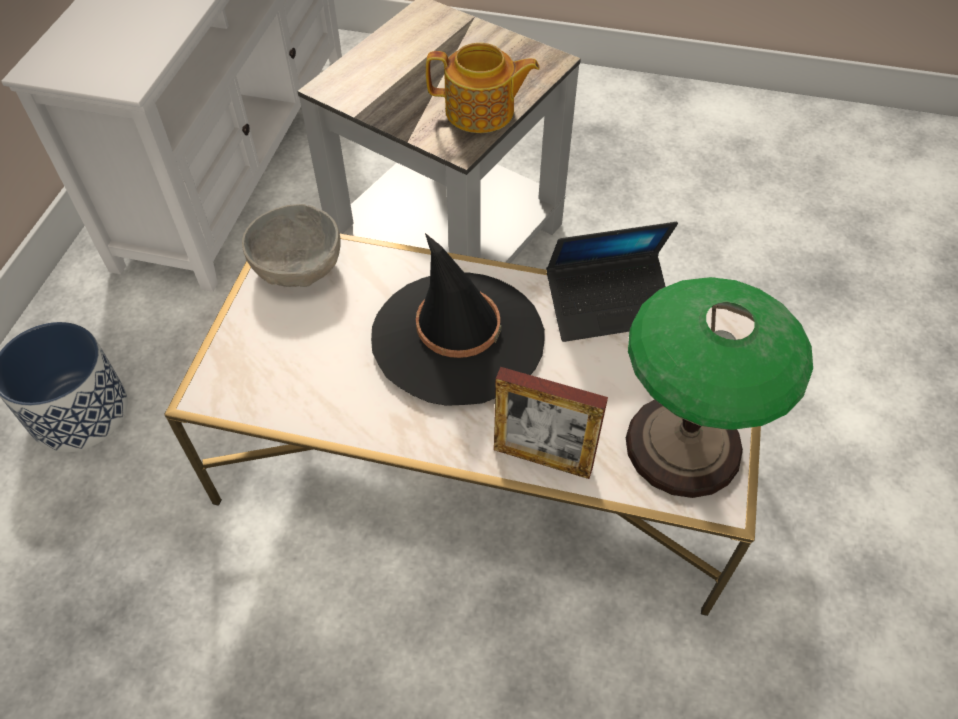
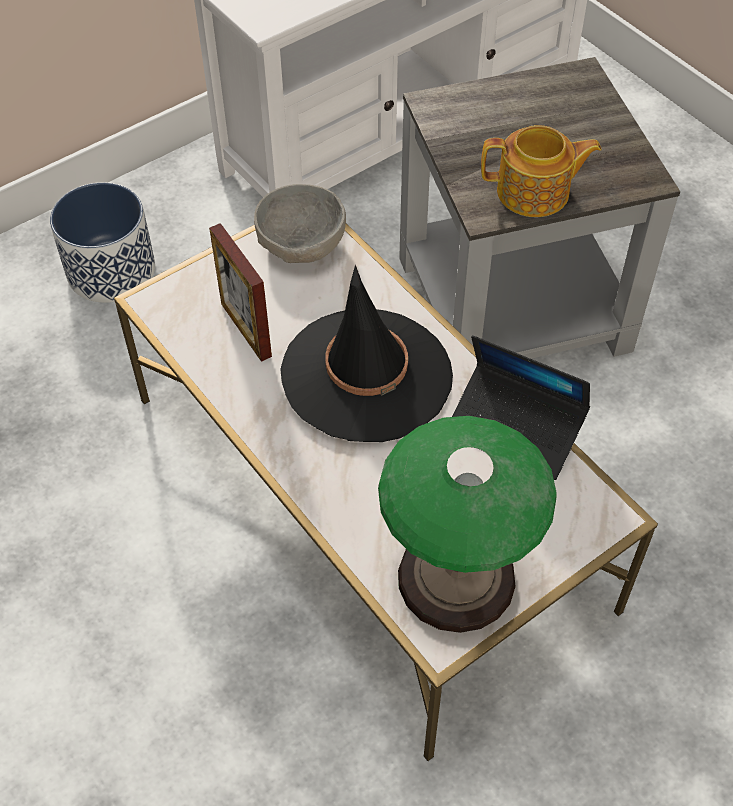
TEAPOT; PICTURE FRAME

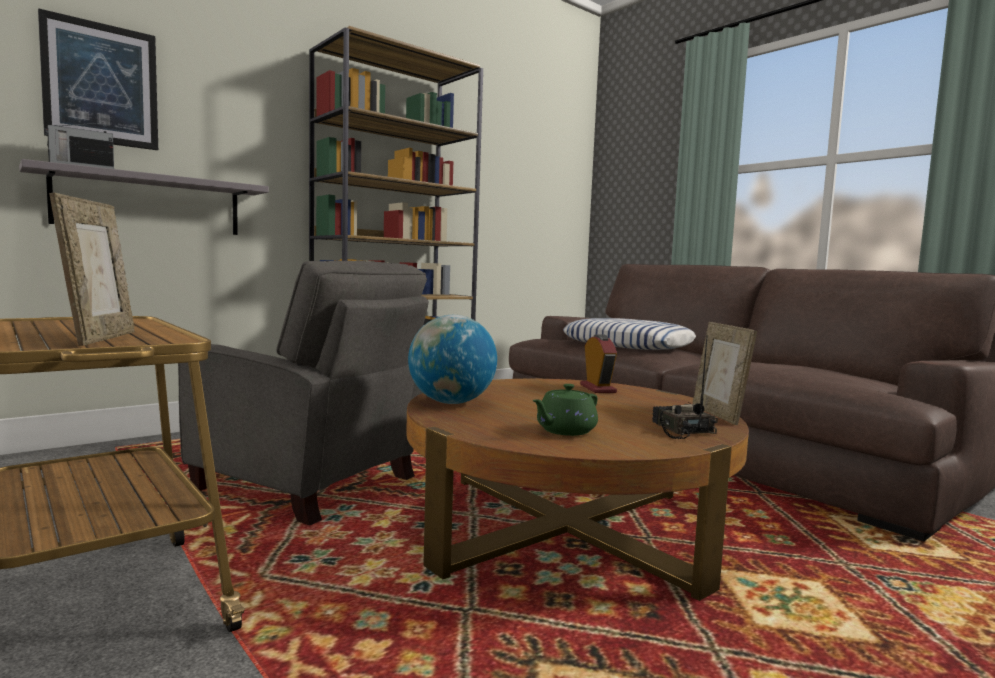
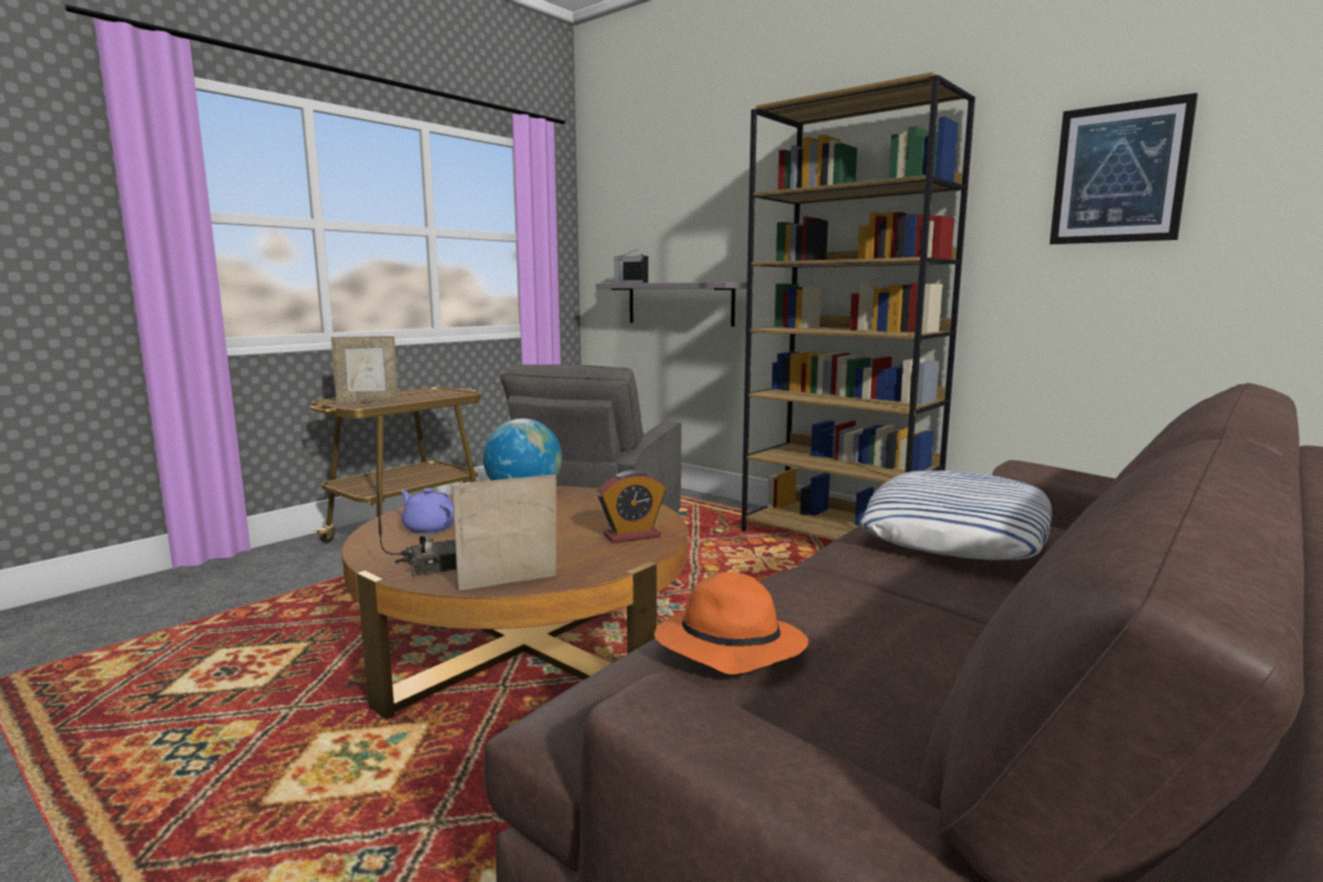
PICTURE; PURPLE TEAPOT; ORANGE HAT

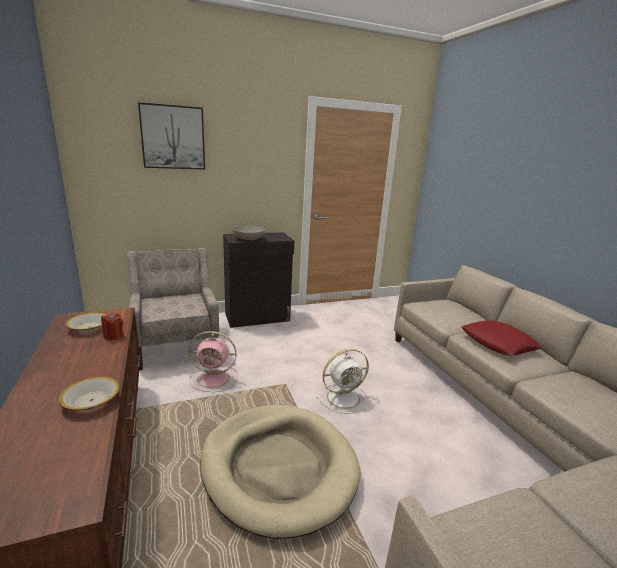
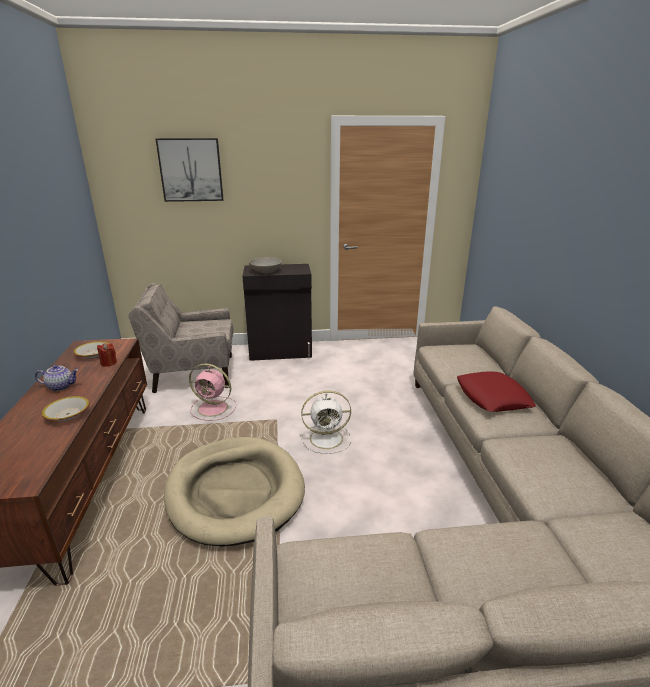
BEIGE ARMCHAIR; TEAPOT

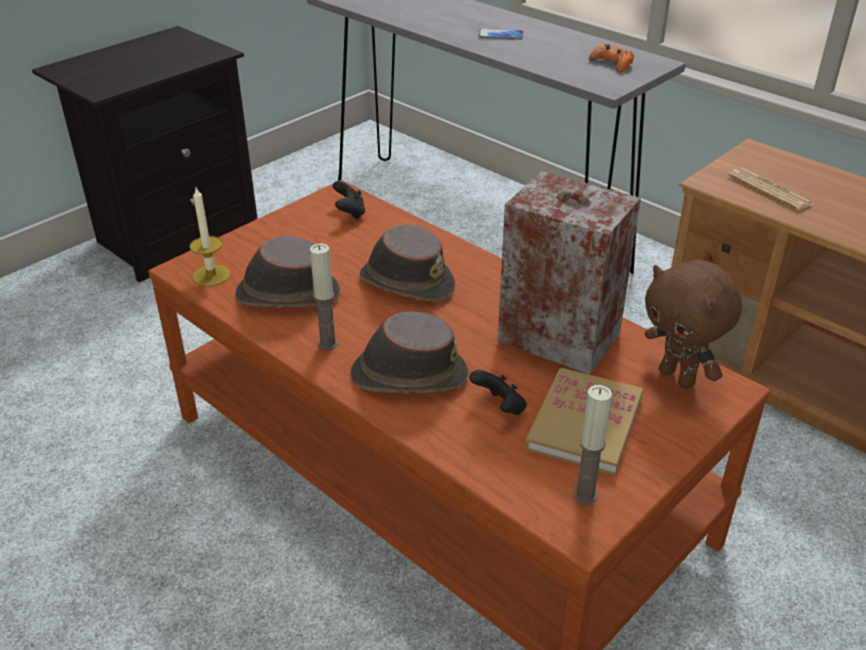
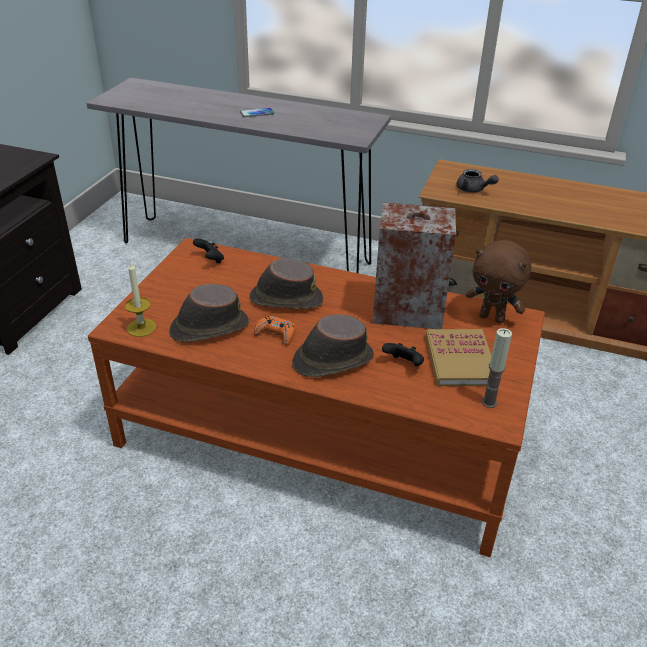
CANDLE (2nd from left in the first image); ORANGE GAME CONTROLLER; GREY TEAPOT

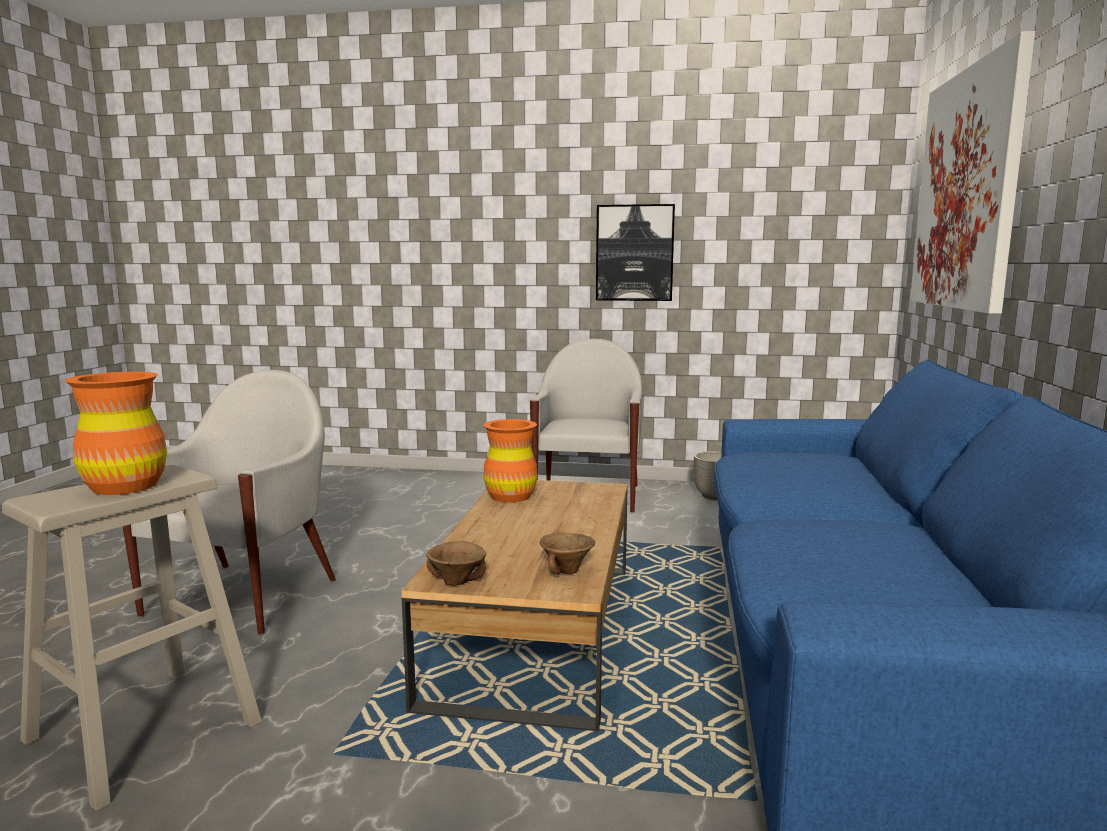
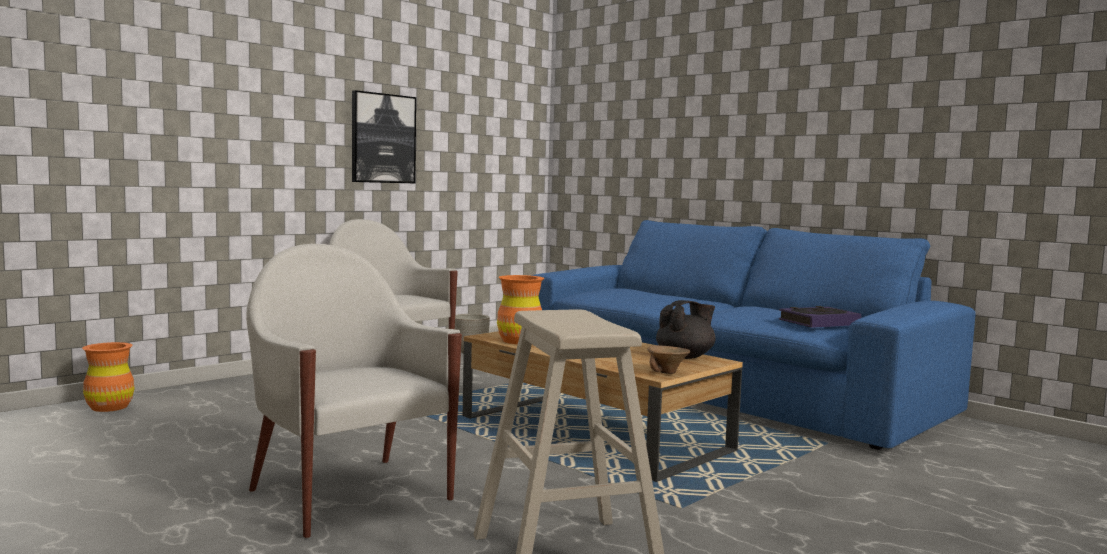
ORANGE VASE (1st from left); BLACK TEAPOT; PICTURE (2nd from left in the first image); BOOK

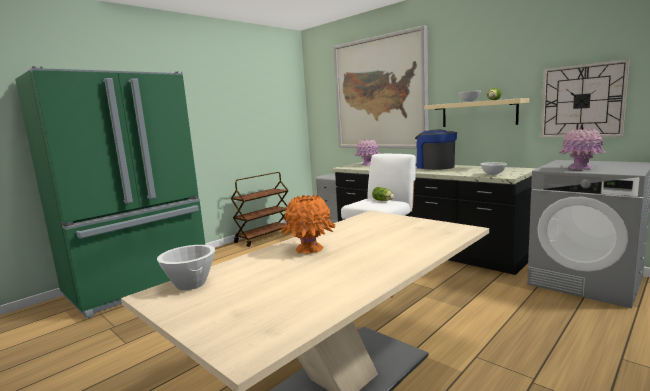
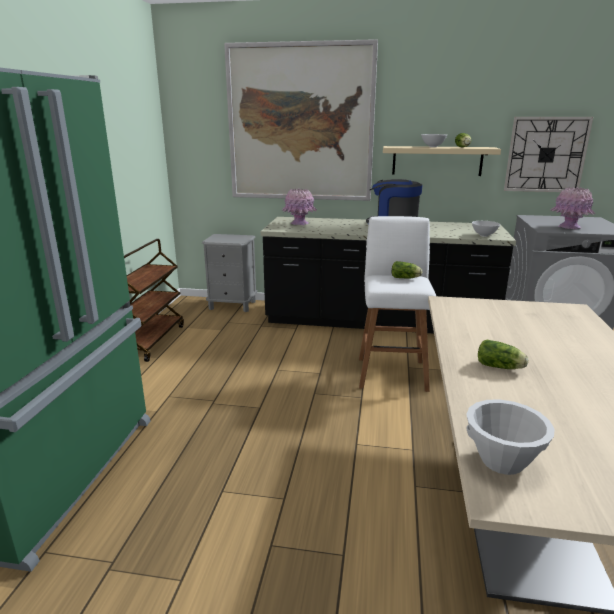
LETTUCE (3rd from left)

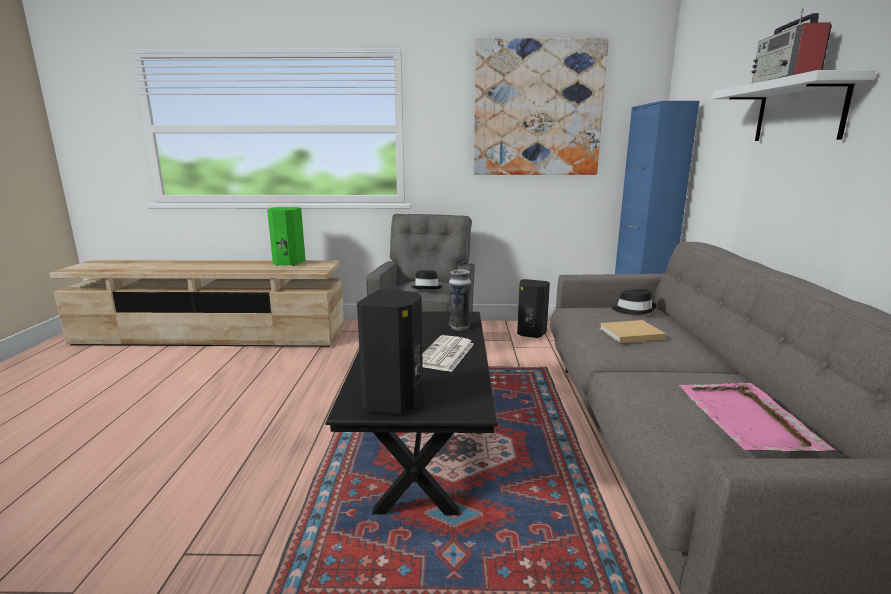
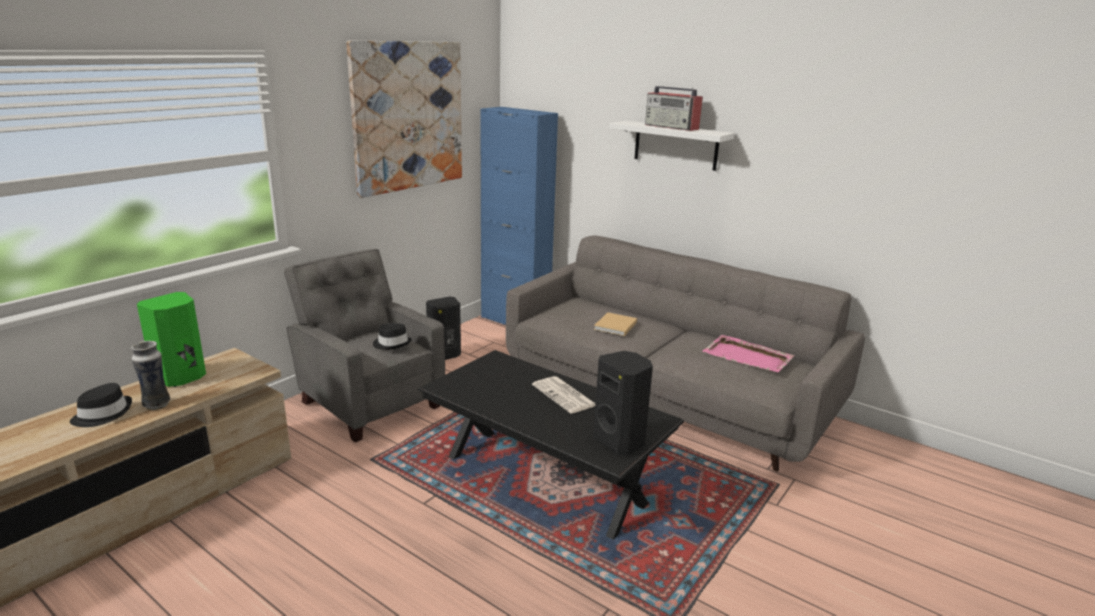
VASE; BLACK HAT (1st from left)

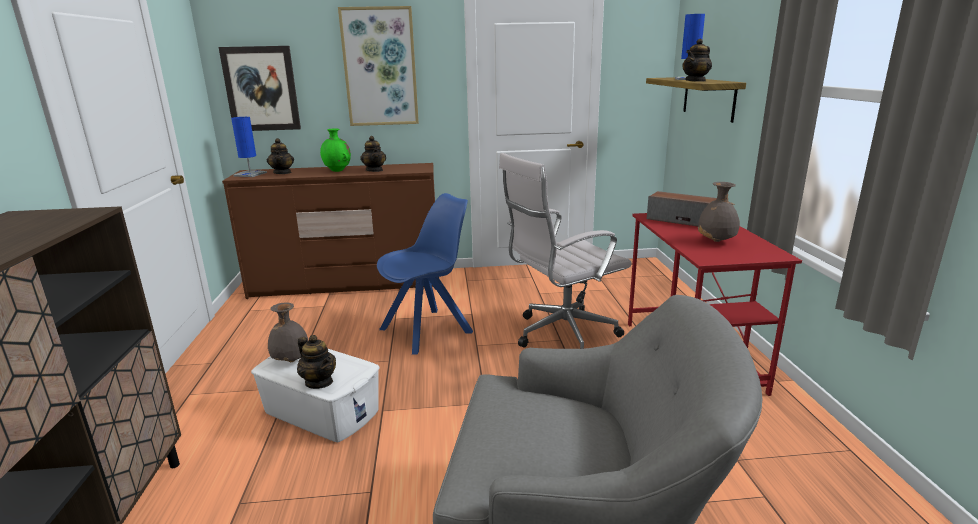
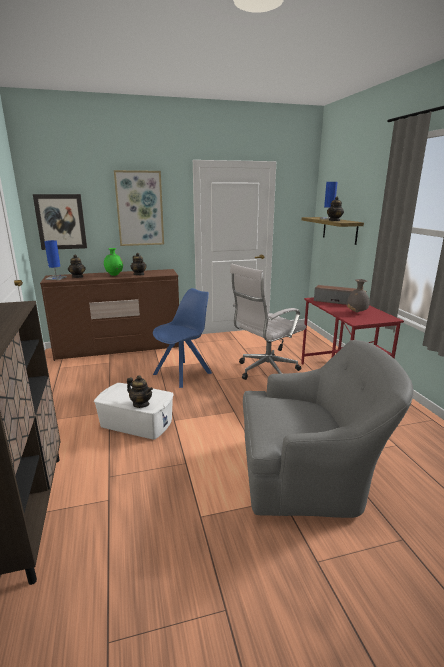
GREY VASE (1st from left in the first image)

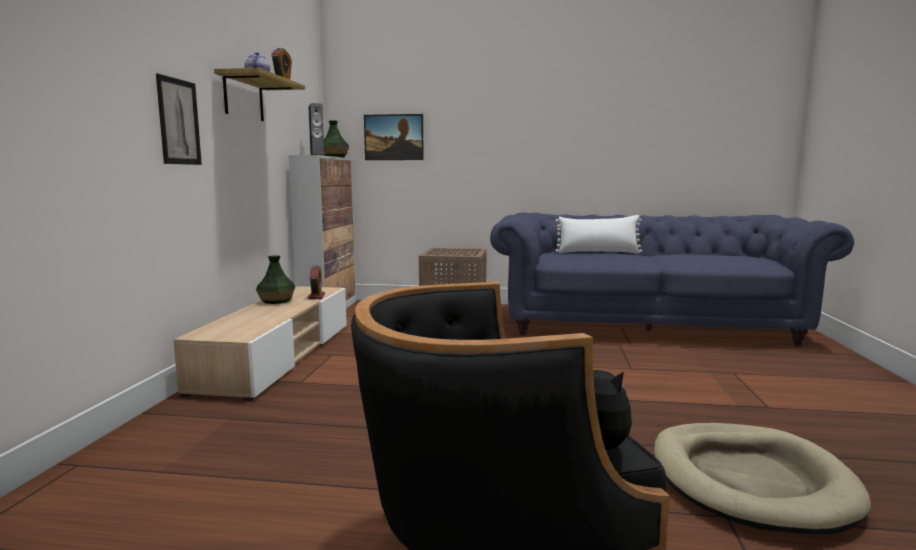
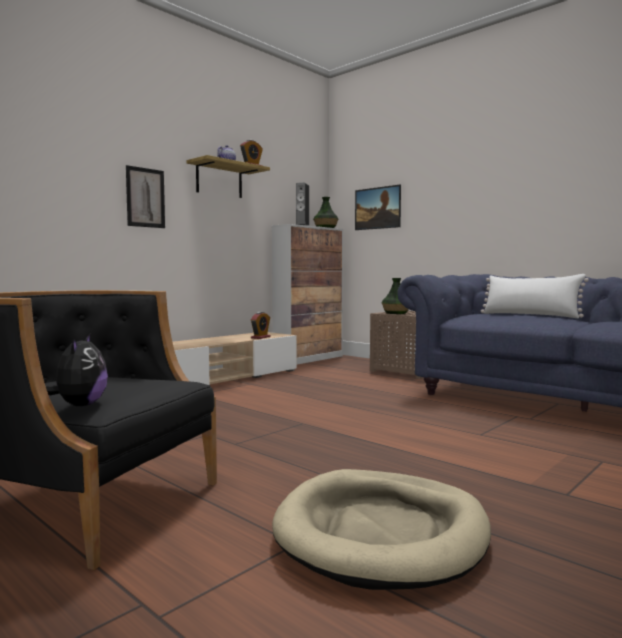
VASE (2nd from left)

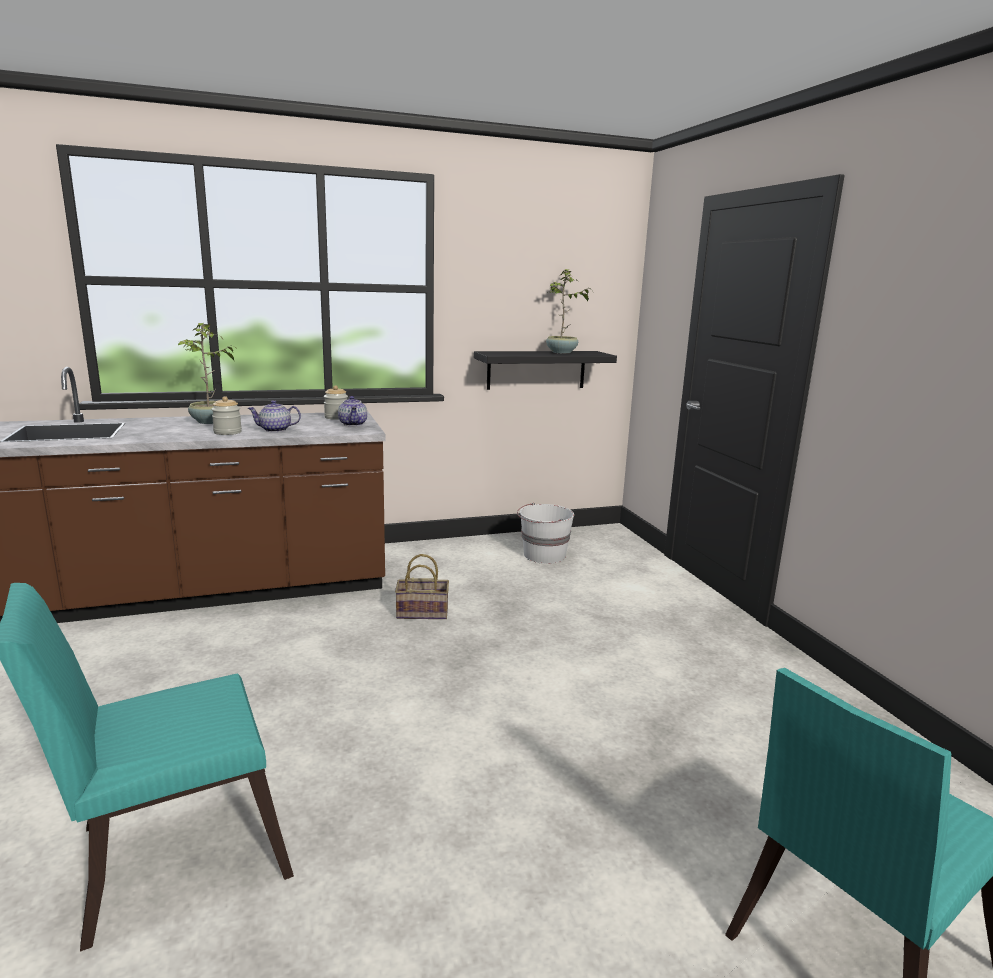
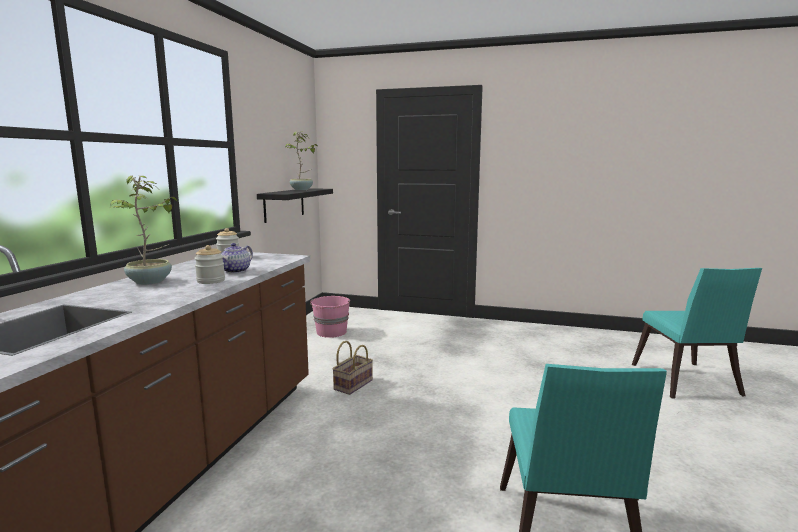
TEAPOT (2nd from left in the first image); PINK BUCKET

